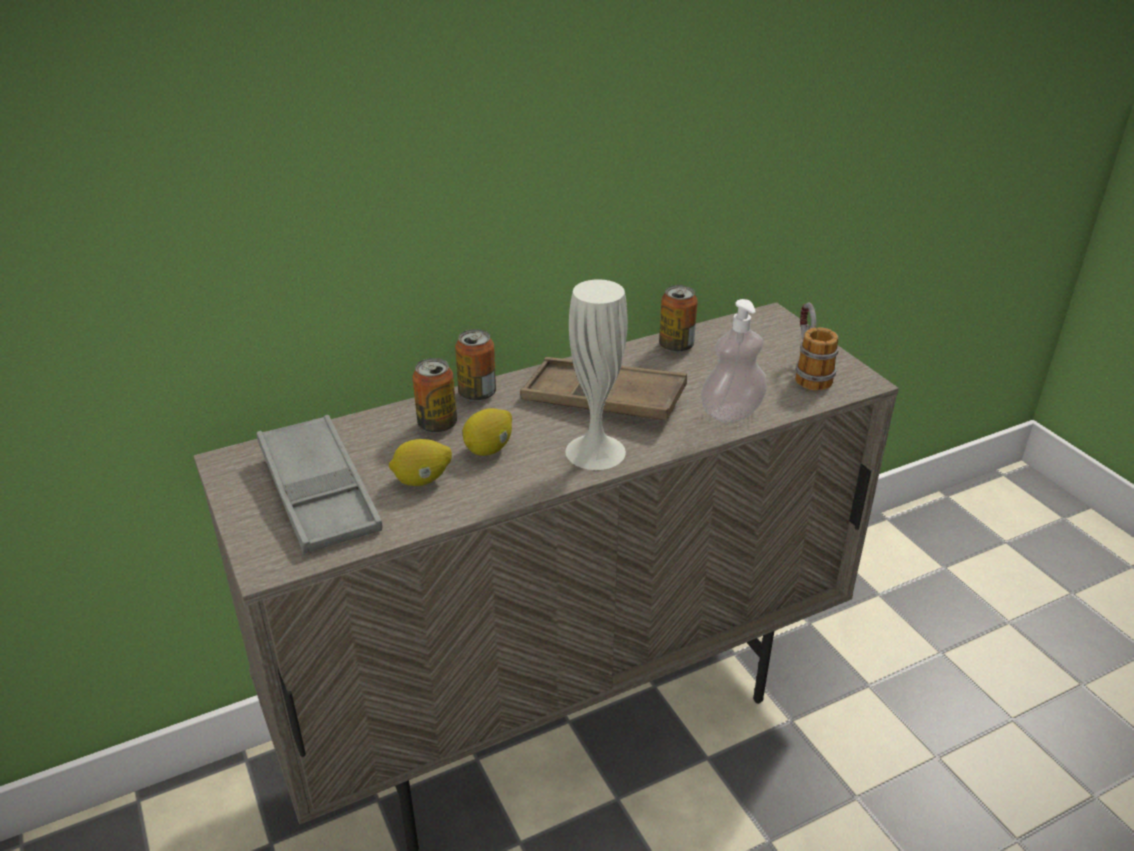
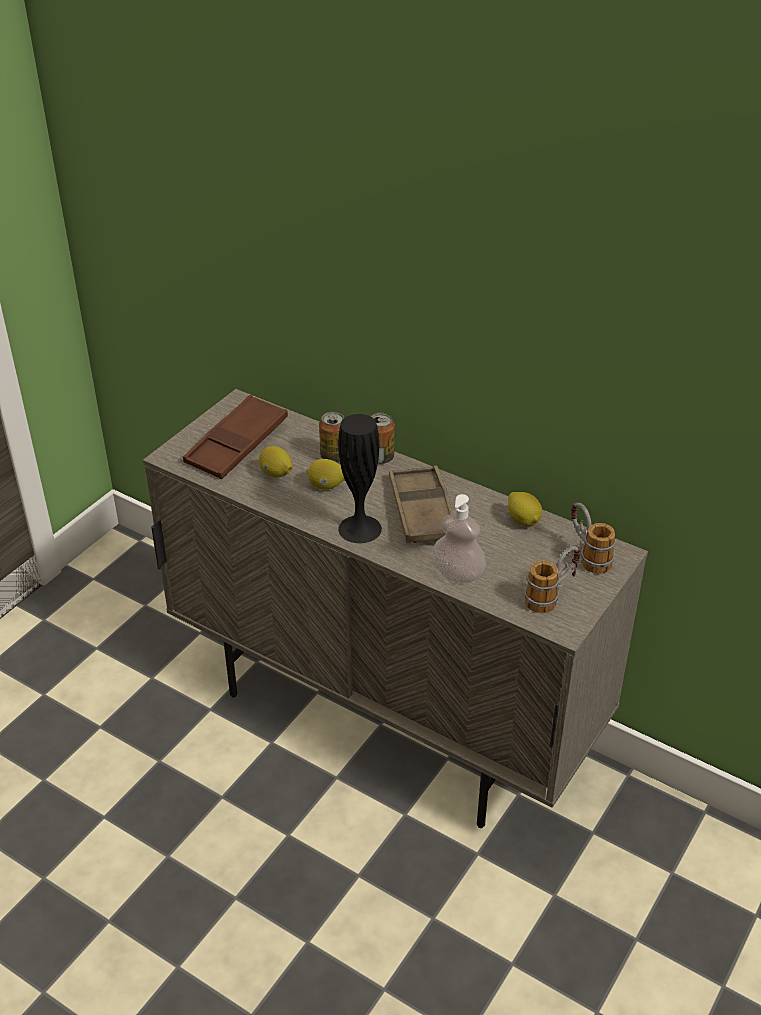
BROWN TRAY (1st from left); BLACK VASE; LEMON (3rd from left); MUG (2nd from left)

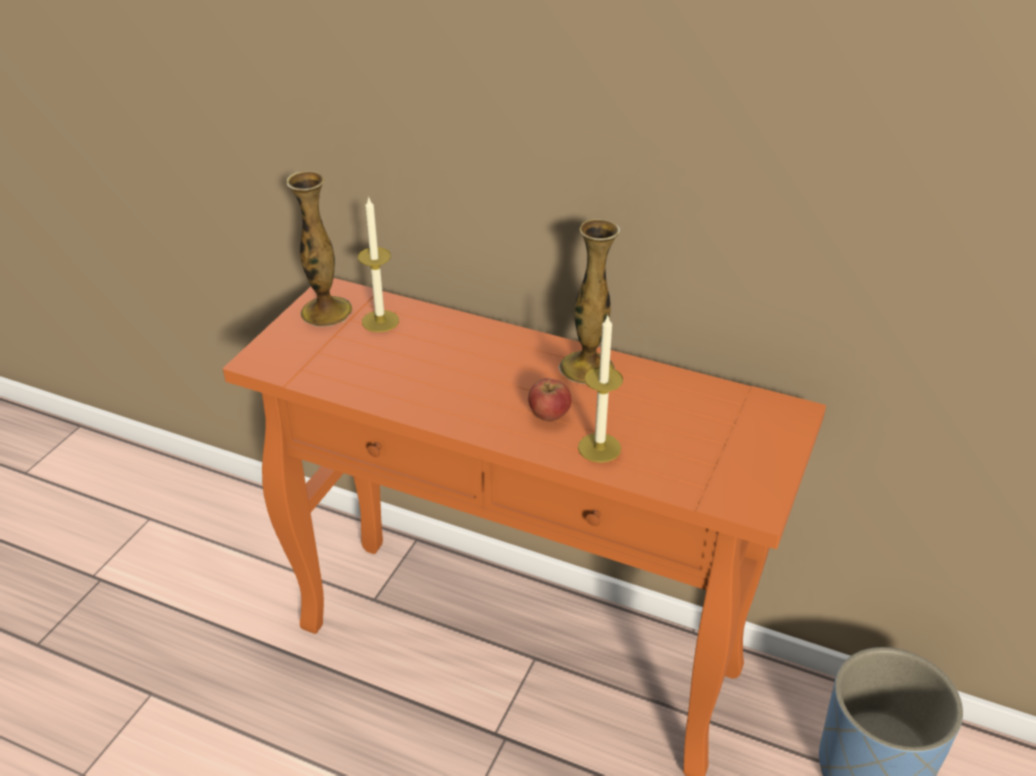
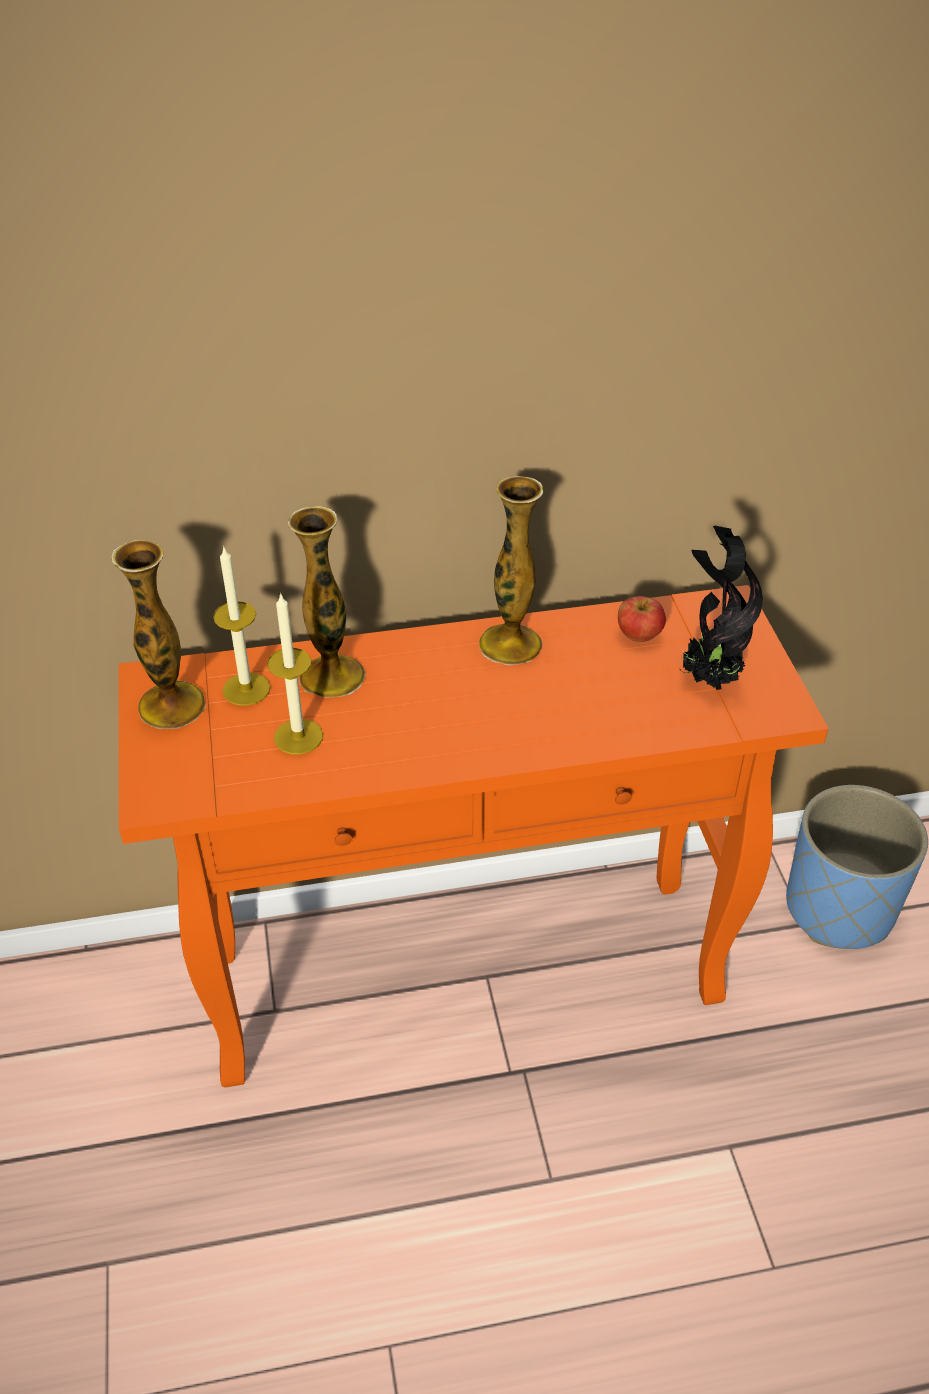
APPLE; CANDLE (2nd from left); VASE (2nd from left); POTTED PLANT

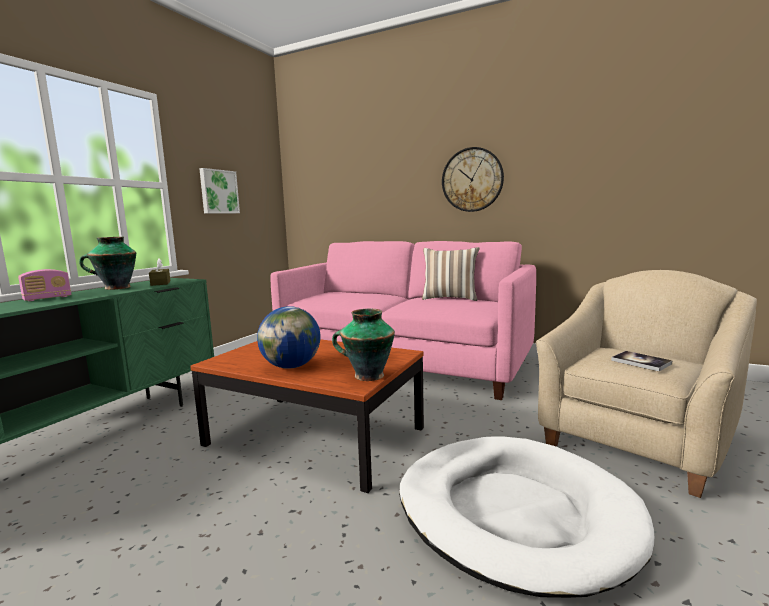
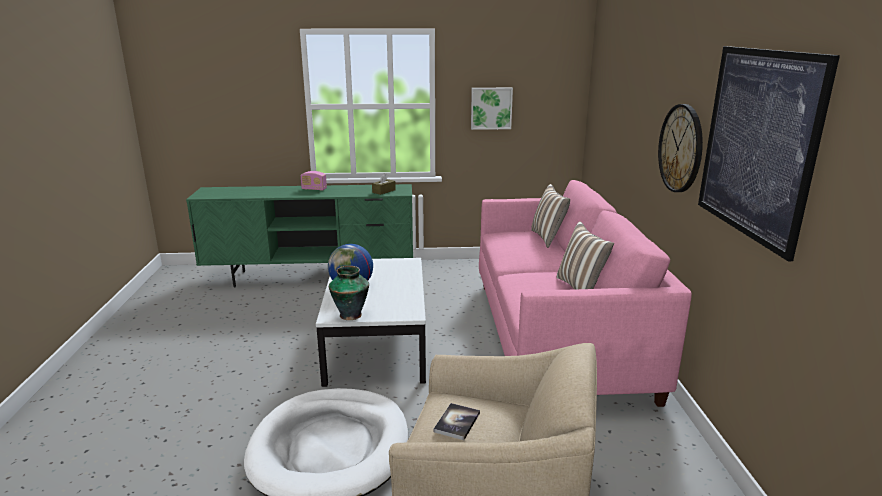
VASE (1st from left in the first image); WHITE COFFEE TABLE; PILLOW (1st from left); PICTURE (2nd from left)

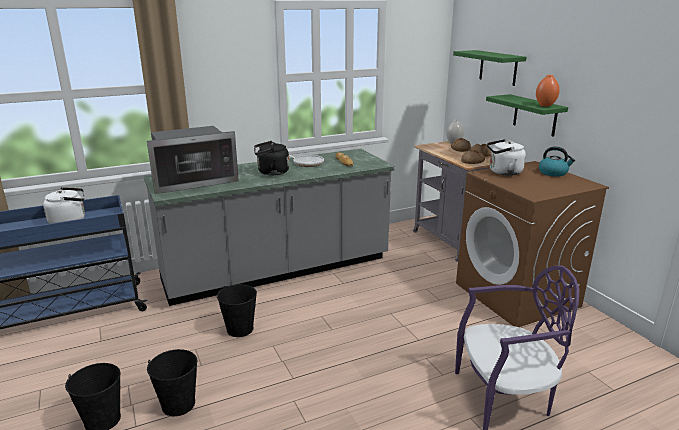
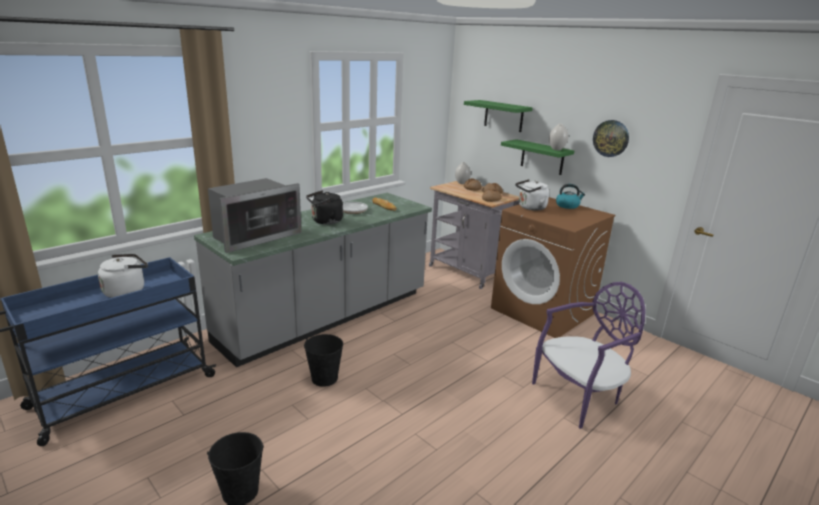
BLACK BUCKET (2nd from left in the first image); WHITE VASE (2nd from left); WALL CLOCK

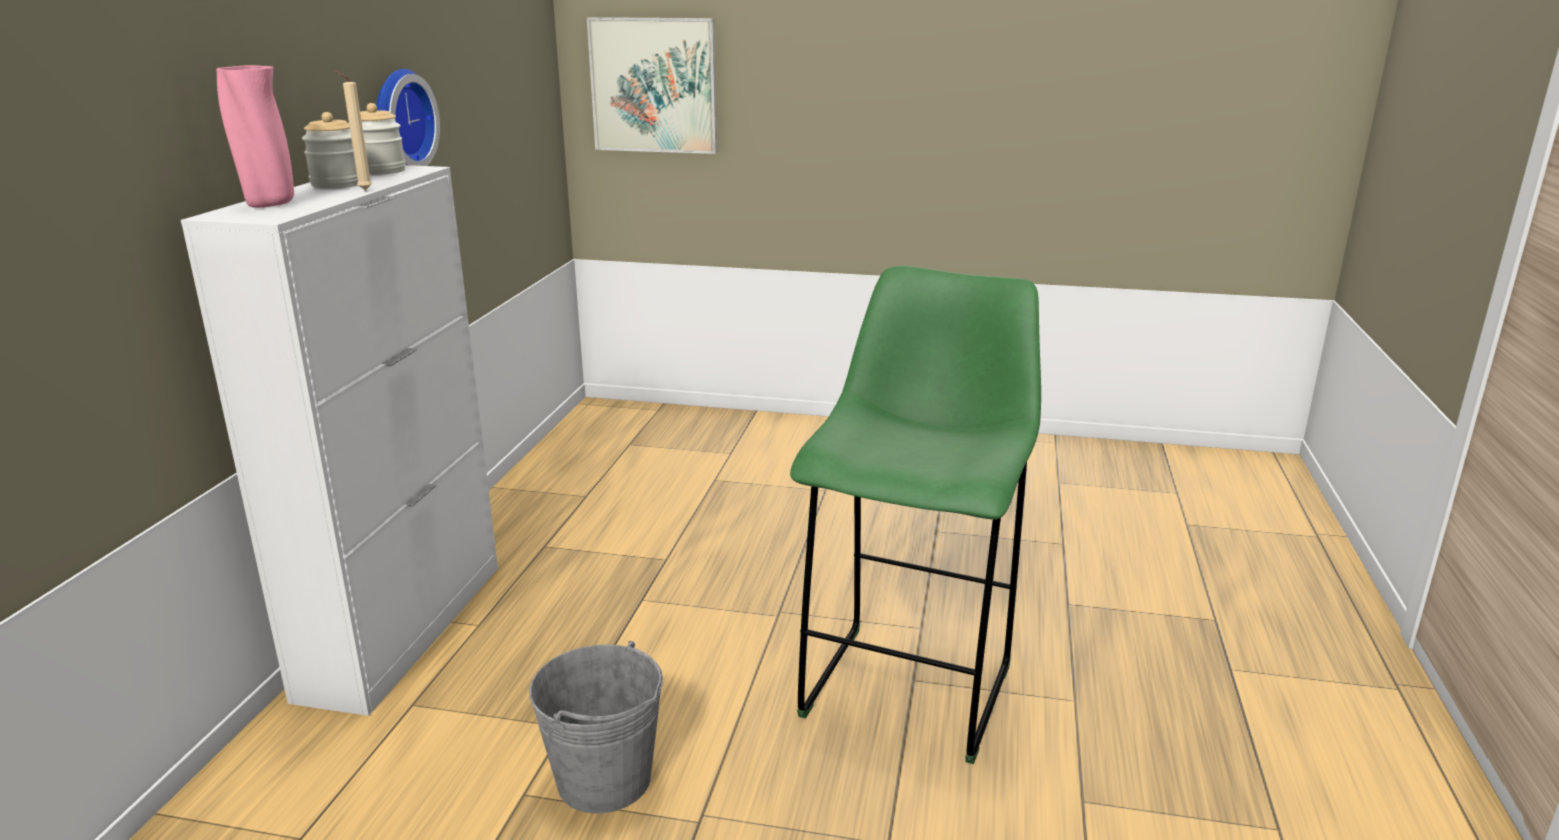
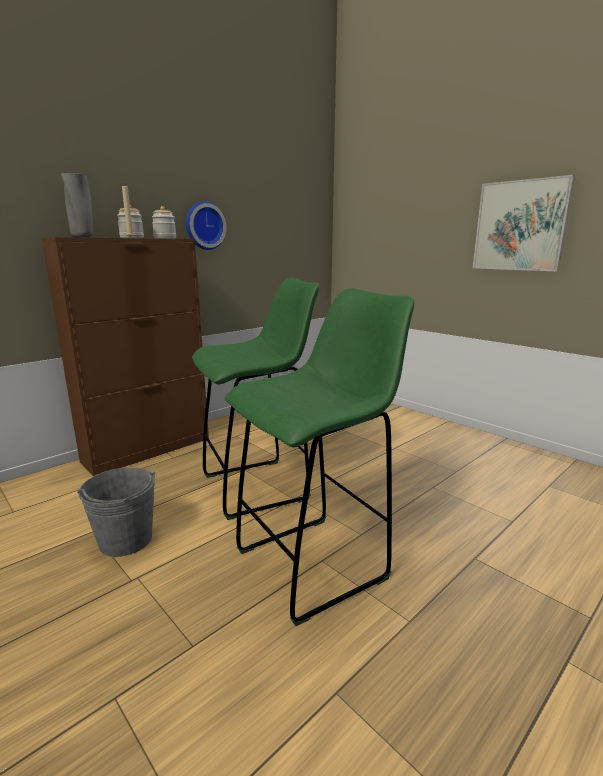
BROWN CABINET; GREY VASE; PICTURE; GREEN STOOL (1st from left)

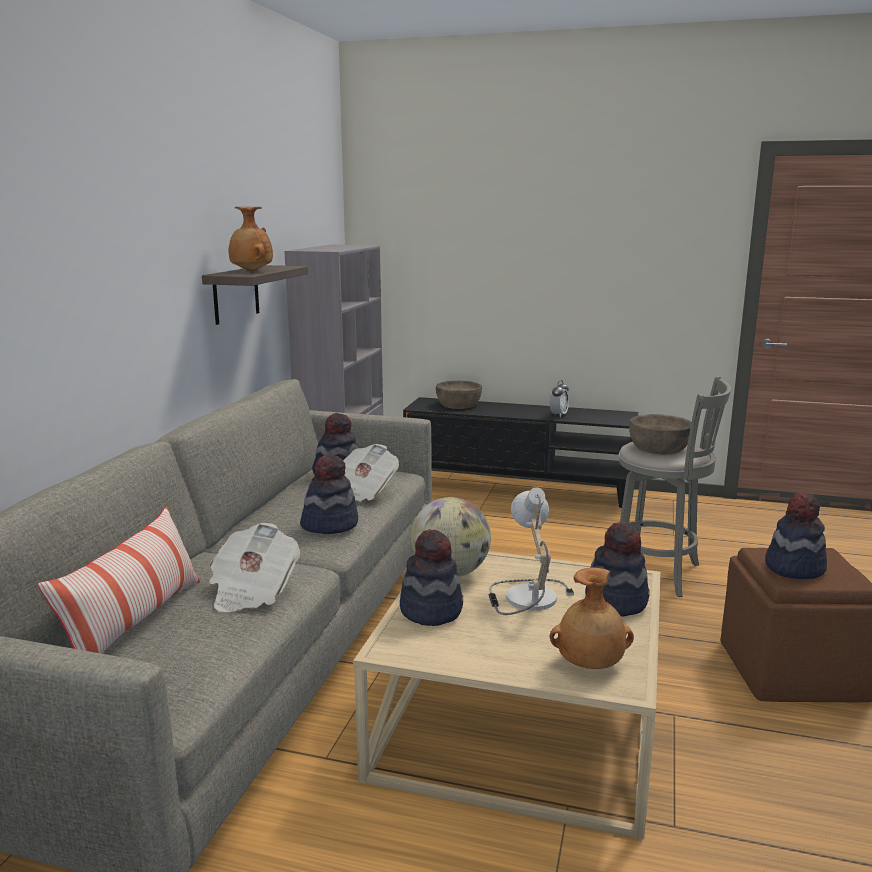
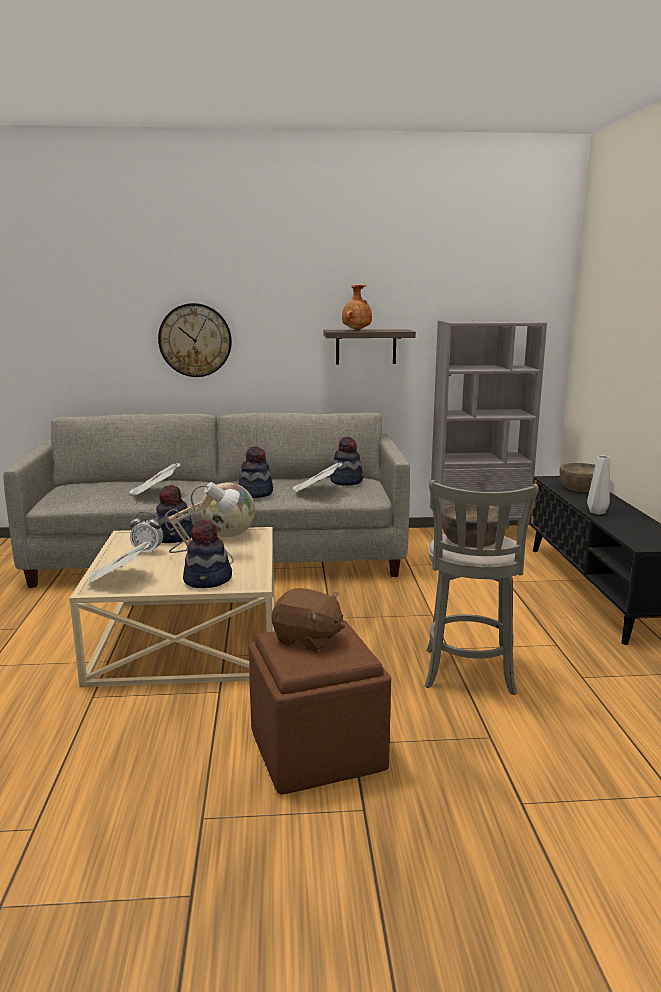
PILLOW; ALARM CLOCK; NEWSPAPER (1st from left); BROWN PLUSH TOY; WALL CLOCK; GREY VASE

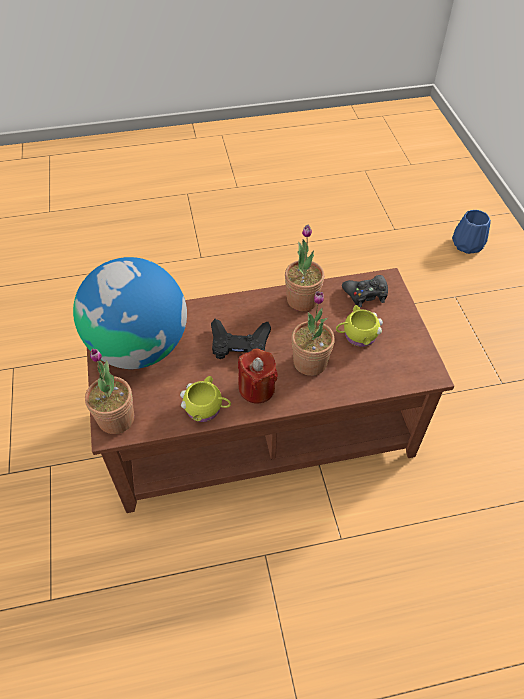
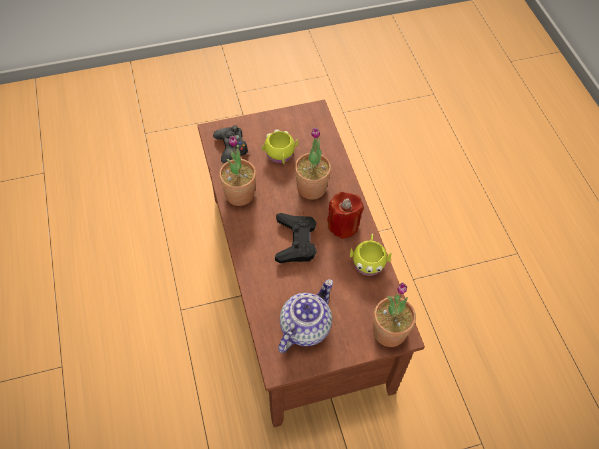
TEAPOT; BLUE VASE

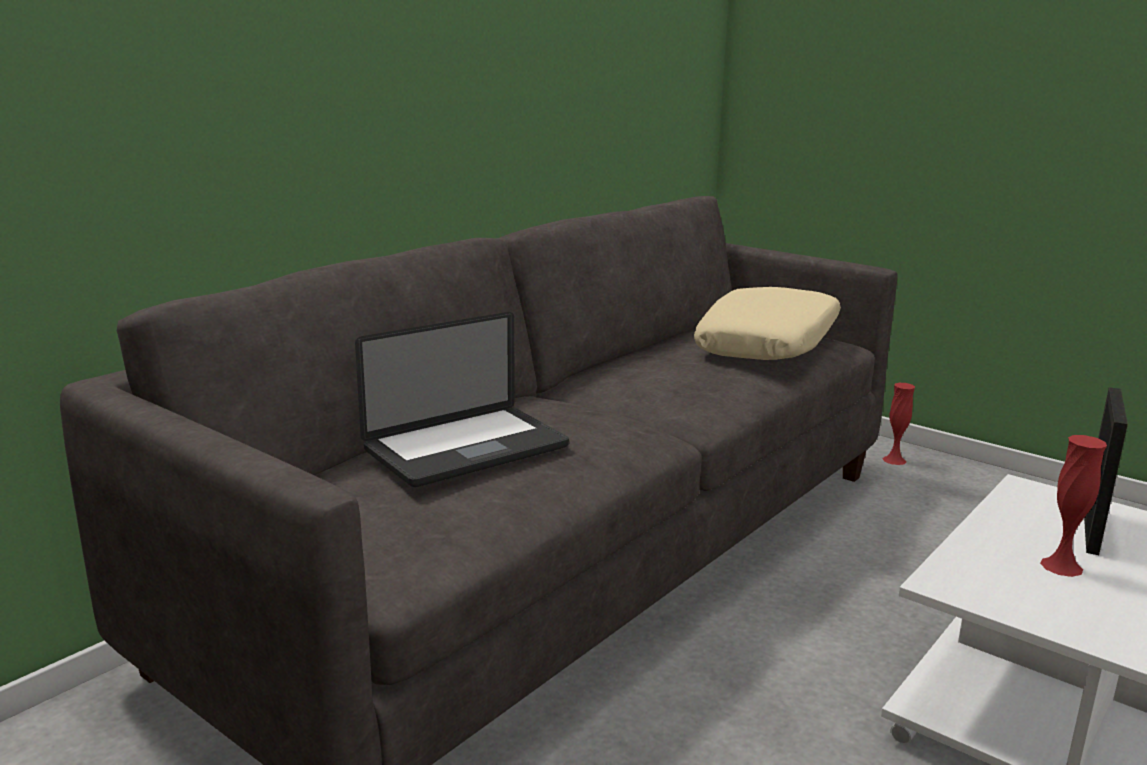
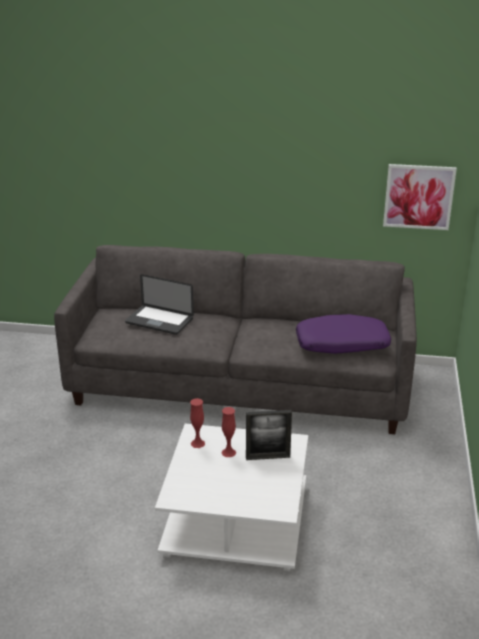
PURPLE PILLOW; RED VASE (1st from left); PICTURE

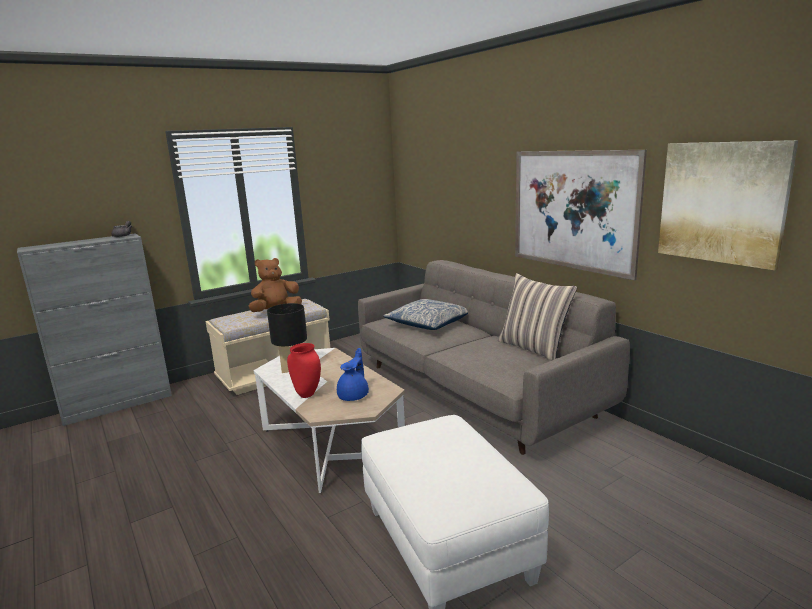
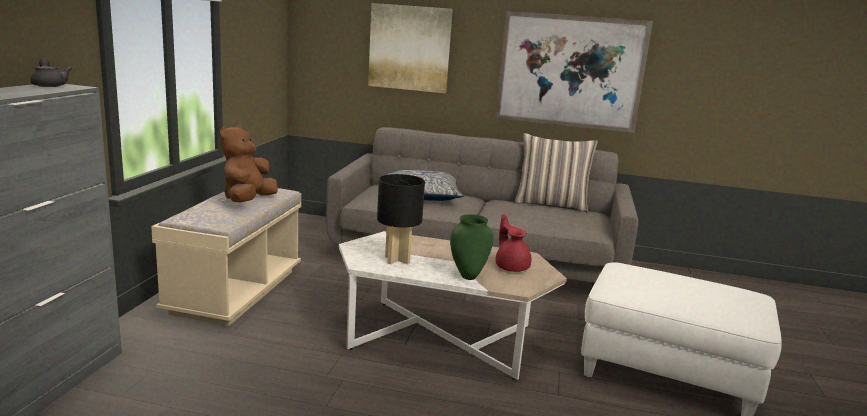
GREEN VASE; RED TEAPOT; PICTURE (1st from left)

